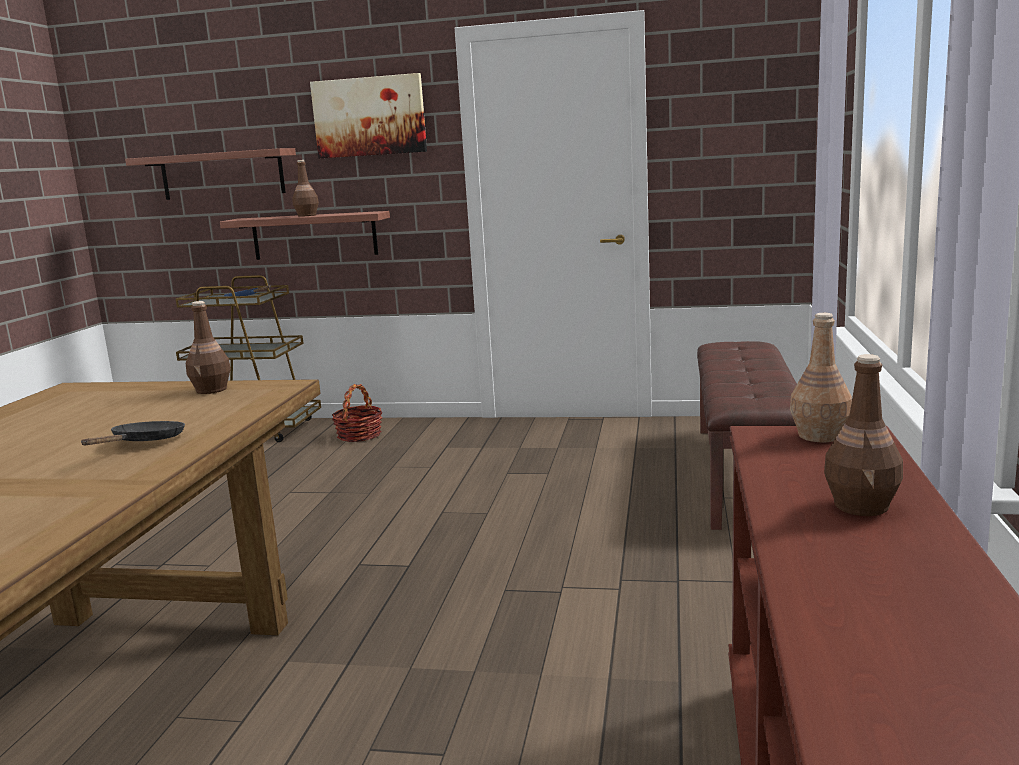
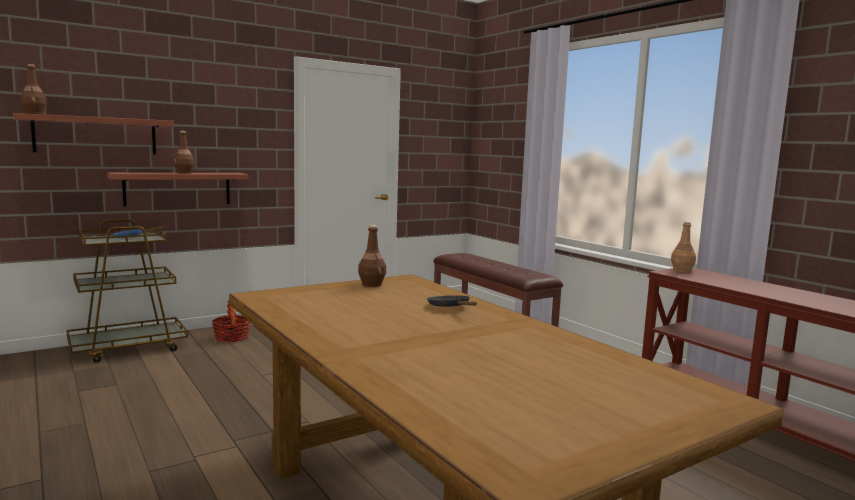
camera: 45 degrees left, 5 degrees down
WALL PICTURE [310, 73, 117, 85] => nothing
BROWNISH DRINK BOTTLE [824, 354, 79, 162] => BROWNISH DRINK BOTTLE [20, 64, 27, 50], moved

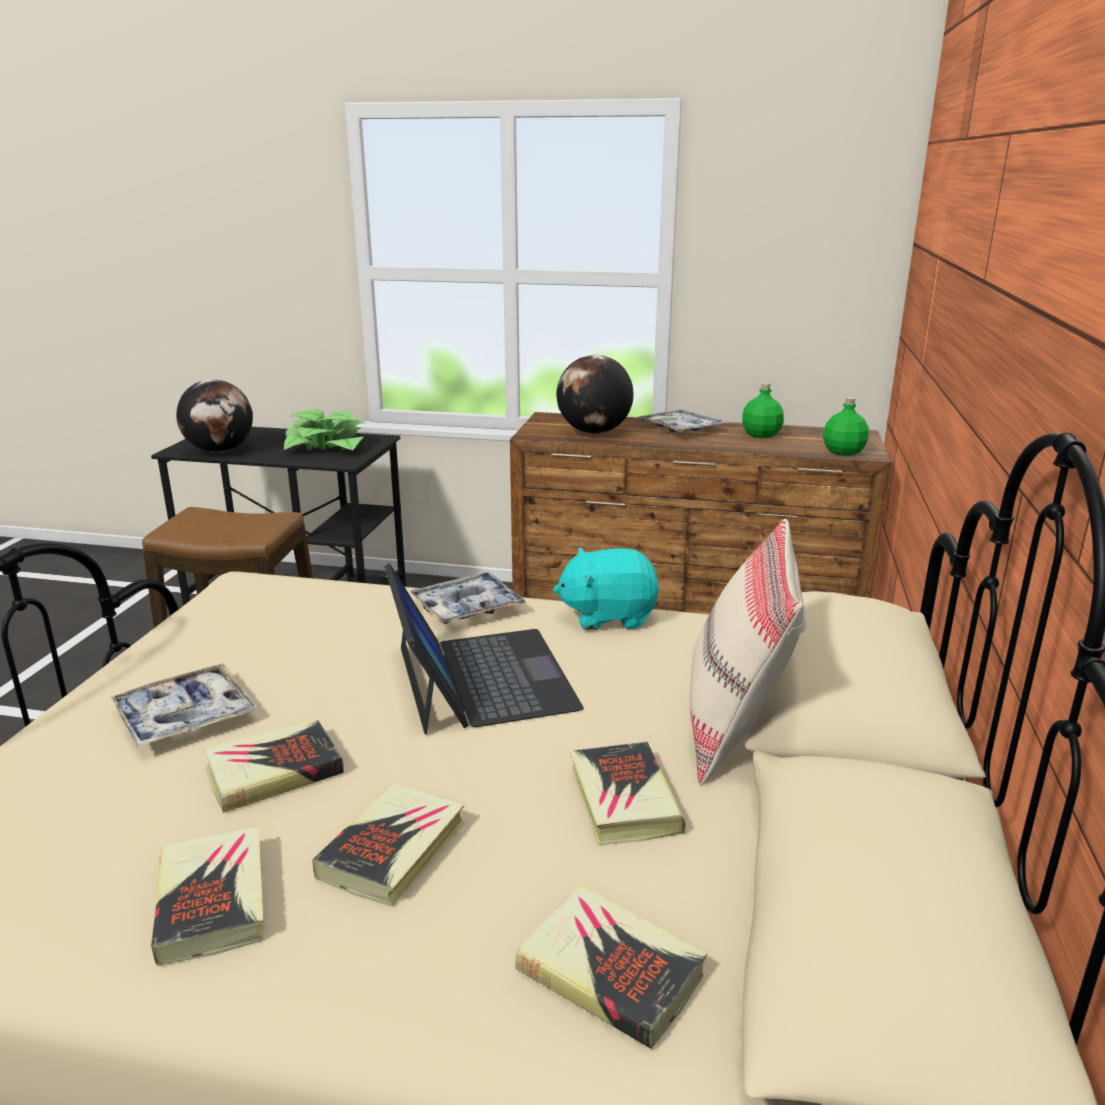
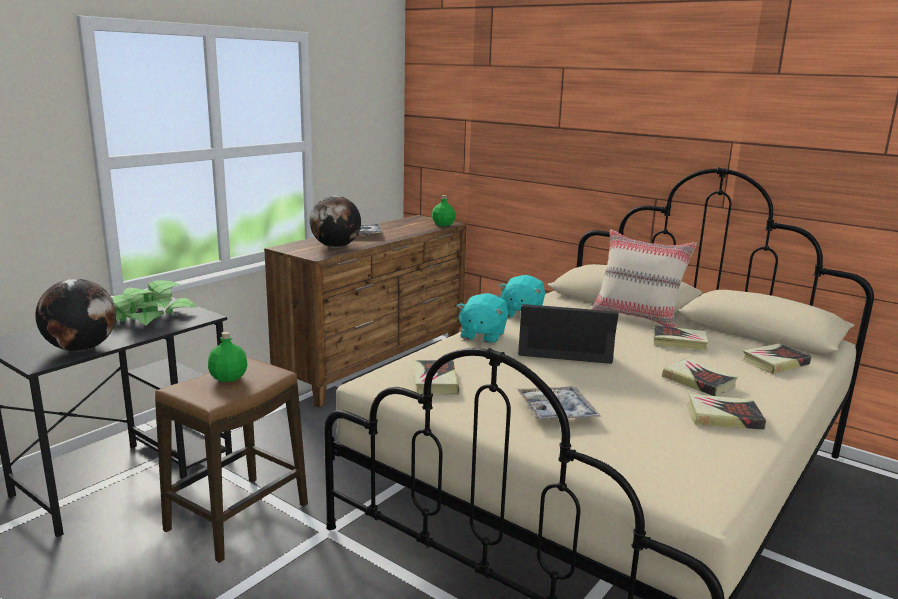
camera: 65 degrees left, 5 degrees down
BOOK [203, 718, 141, 95] => BOOK [414, 360, 46, 35], moved
CARRYING TRAY [409, 572, 117, 52] => TURQUOISE SOFT TOY [457, 293, 51, 50]
GREENISH DRINK BOTTLE [742, 383, 42, 55] => GREENISH DRINK BOTTLE [208, 332, 39, 50], moved

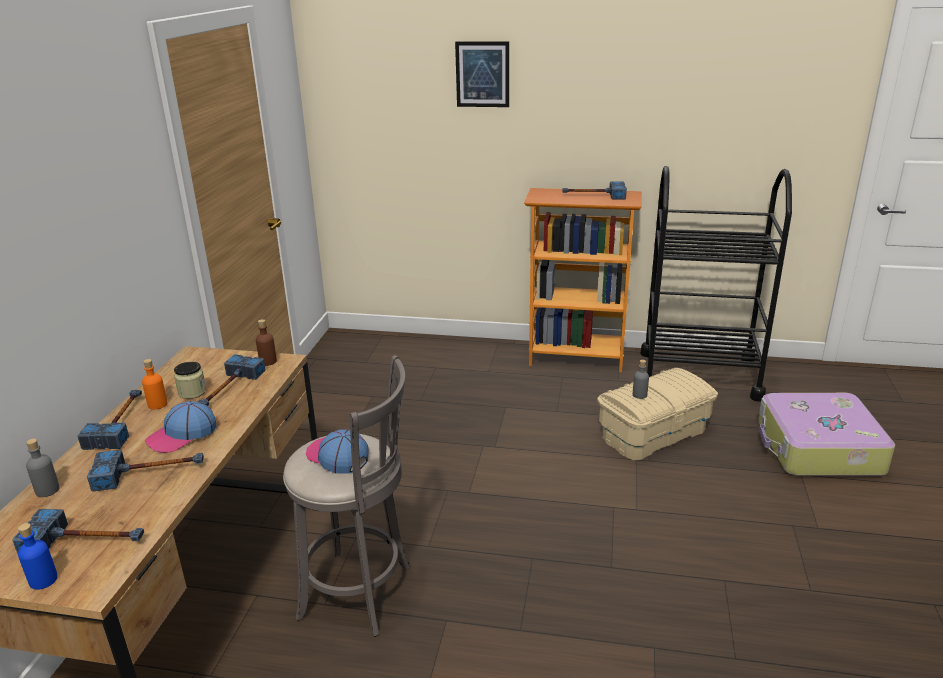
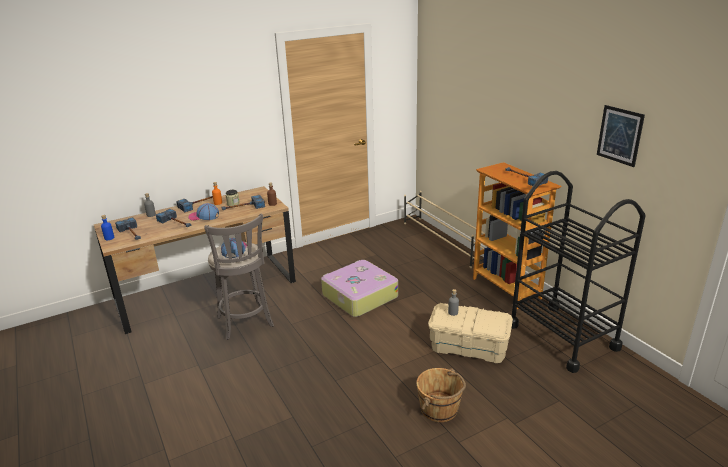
camera: 50 degrees right, 0 degrees up
WALL PICTURE [455, 41, 54, 66] => WALL PICTURE [597, 105, 48, 62], moved
TRAVEL CASE [758, 393, 137, 83] => TRAVEL CASE [321, 260, 77, 57], moved
nothing => SAND-COLOURED SHOE STAND [404, 191, 81, 77]
nothing => BROWNISH PAIL [417, 368, 49, 54]

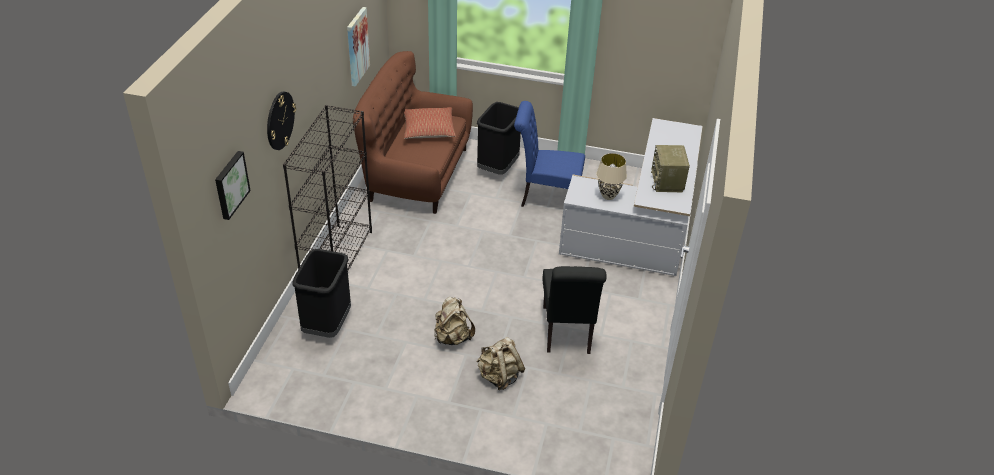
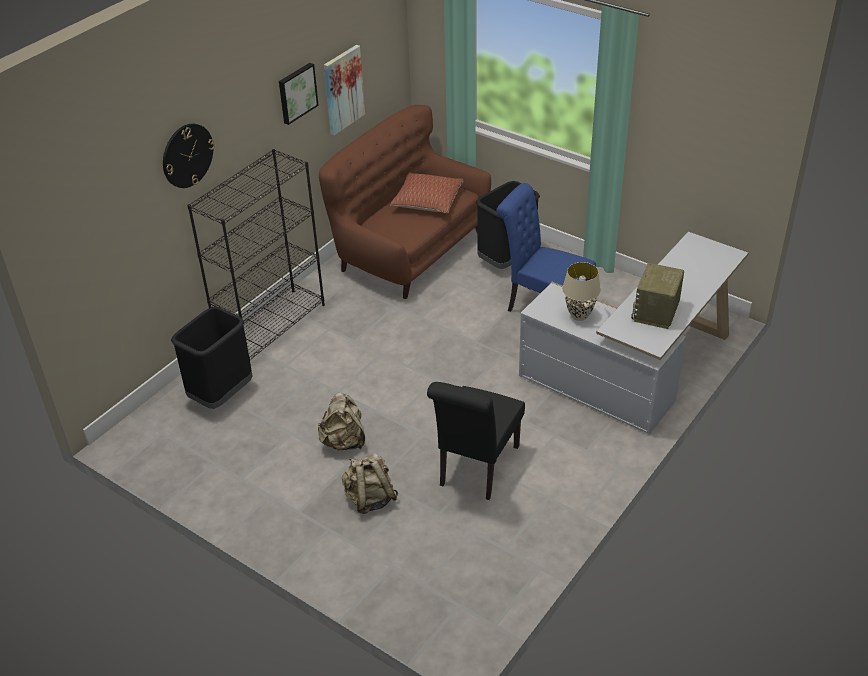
camera: 25 degrees right, 0 degrees up
WALL PICTURE [215, 151, 36, 69] => WALL PICTURE [279, 63, 40, 62], moved

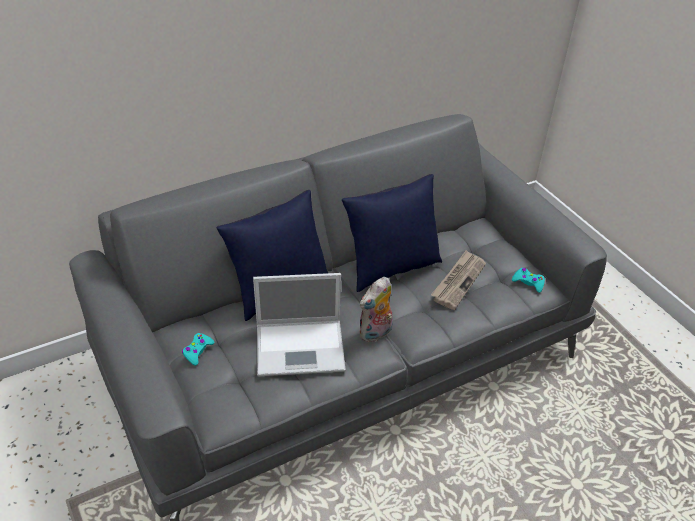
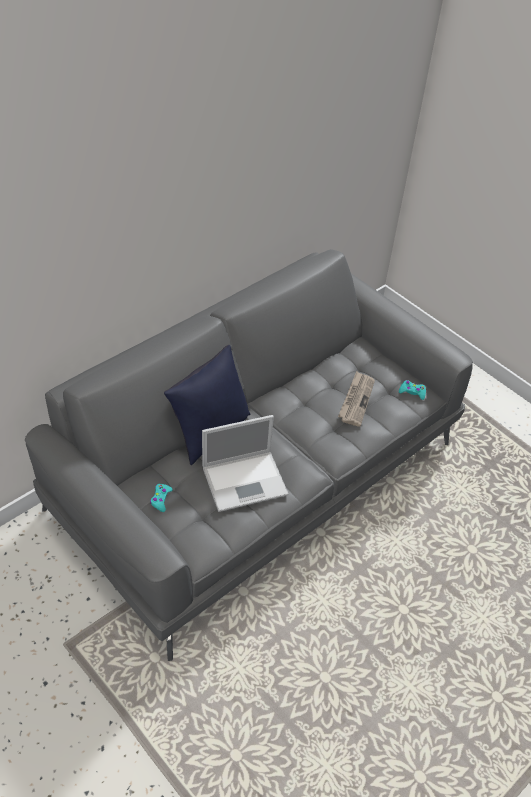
camera: 15 degrees left, 5 degrees up
BLUE THROW PILLOW [342, 174, 100, 118] => nothing
SOFT TOY [359, 277, 34, 65] => nothing

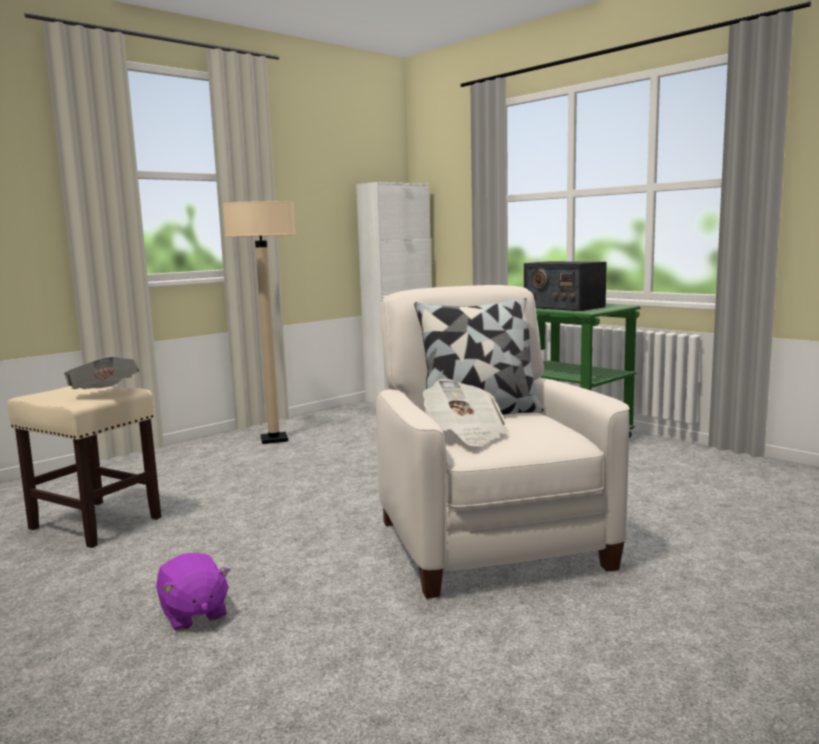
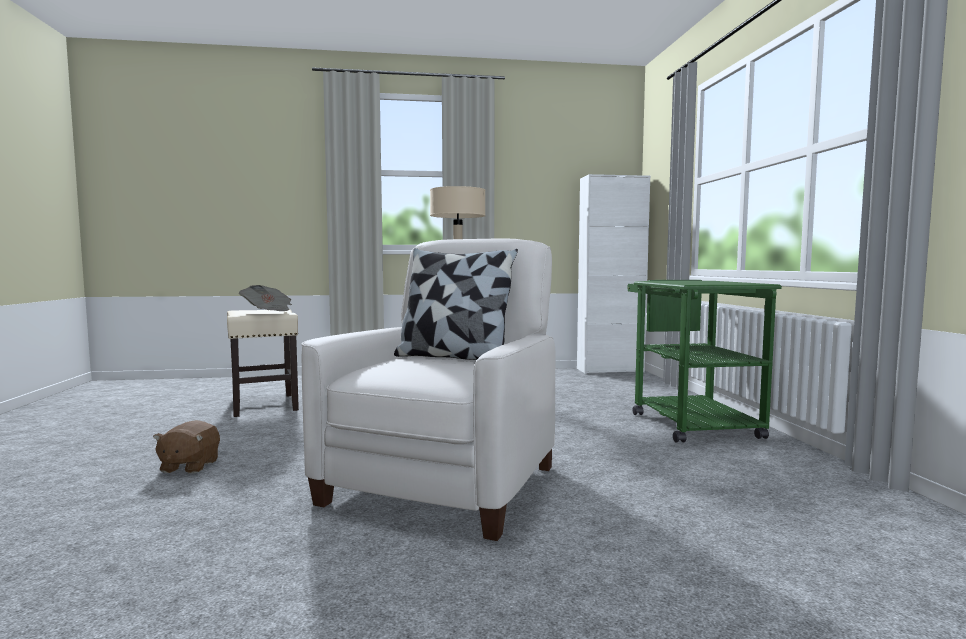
camera: 35 degrees right, 5 degrees down
PURPLISH SOFT TOY [156, 553, 74, 78] => BROWNISH SOFT TOY [153, 420, 67, 54]
PRINTED PAPER [422, 379, 86, 68] => nothing
RADIO RECEIVER [524, 261, 83, 50] => nothing

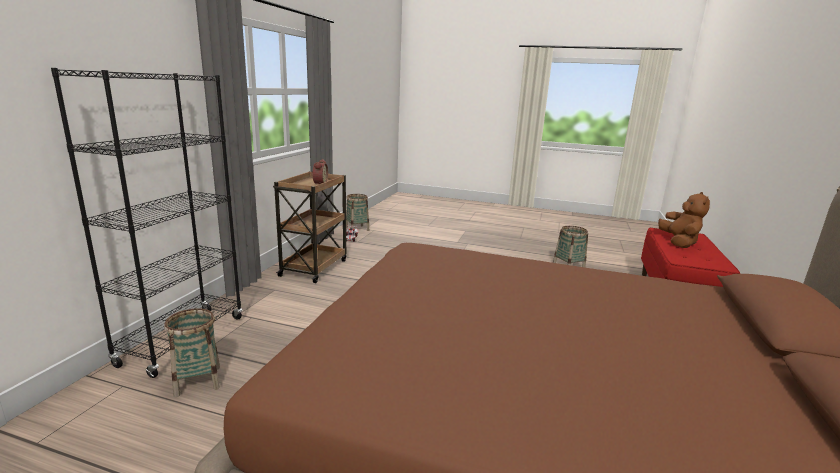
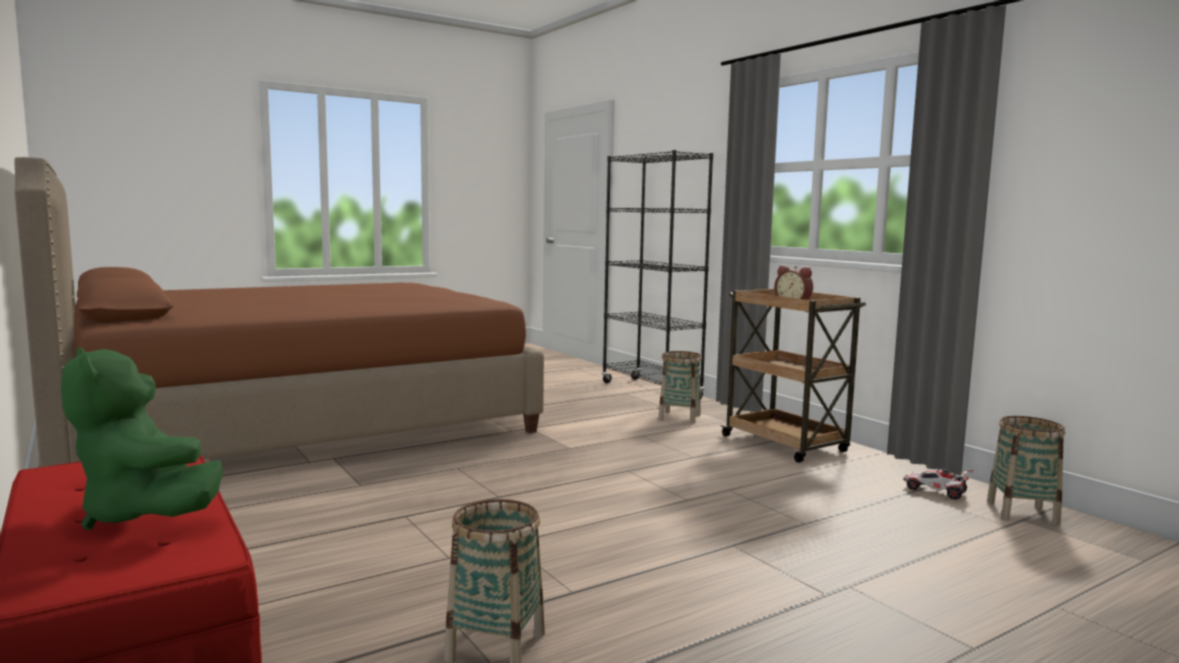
camera: 130 degrees right, 10 degrees down
BASKET [164, 308, 56, 89] => BASKET [658, 351, 44, 73], moved
BROWNISH SOFT TOY [658, 192, 52, 56] => GREENISH SOFT TOY [61, 347, 162, 183]

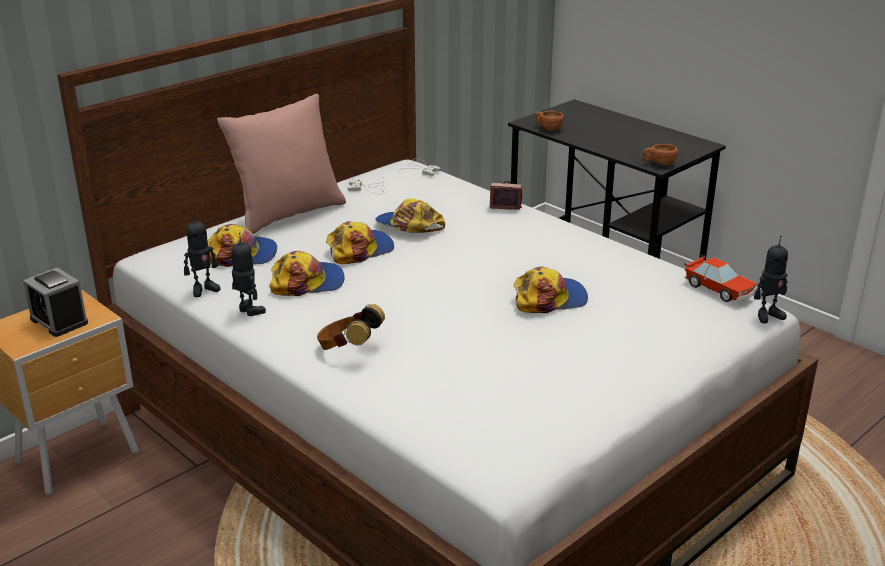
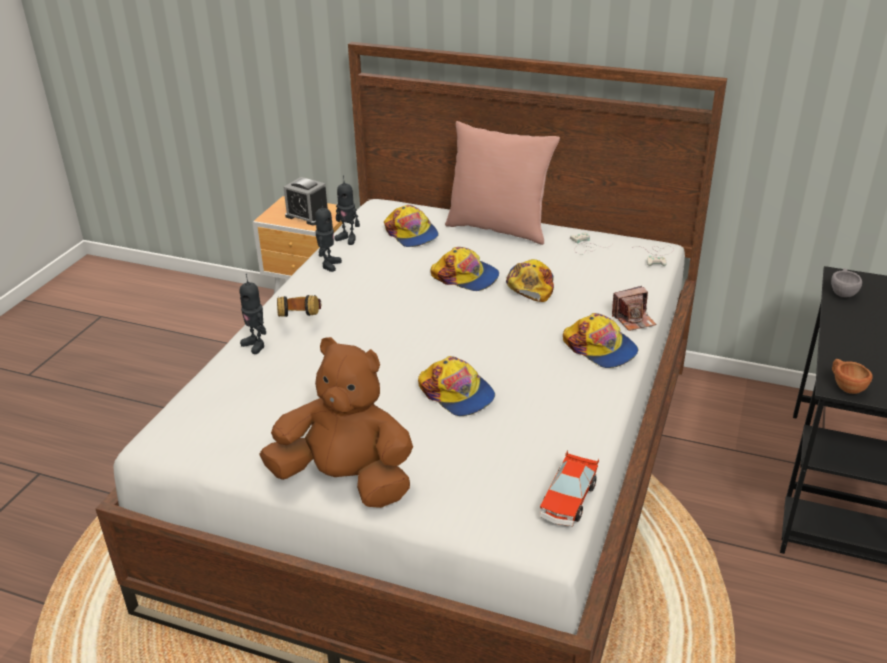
camera: 65 degrees right, 5 degrees up
TABLE CLOCK [23, 267, 65, 70] => TABLE CLOCK [284, 177, 44, 49], 75 degrees counterclockwise
BASEBALL CAP [270, 251, 75, 45] => BASEBALL CAP [563, 313, 75, 55], moved
STILL CAMERA [490, 181, 32, 29] => STILL CAMERA [612, 286, 45, 45], 90 degrees clockwise
BROWNISH CUP [536, 111, 28, 20] => GRAY CUP [831, 268, 31, 29]
MODEL ROBOT [754, 236, 34, 87] => MODEL ROBOT [239, 274, 27, 80], moved
nothing => BROWNISH SOFT TOY [259, 337, 154, 171]

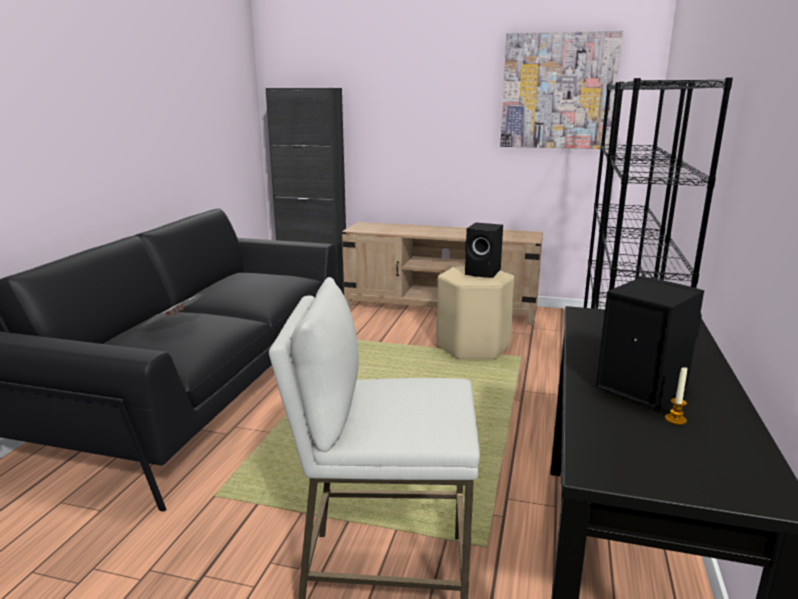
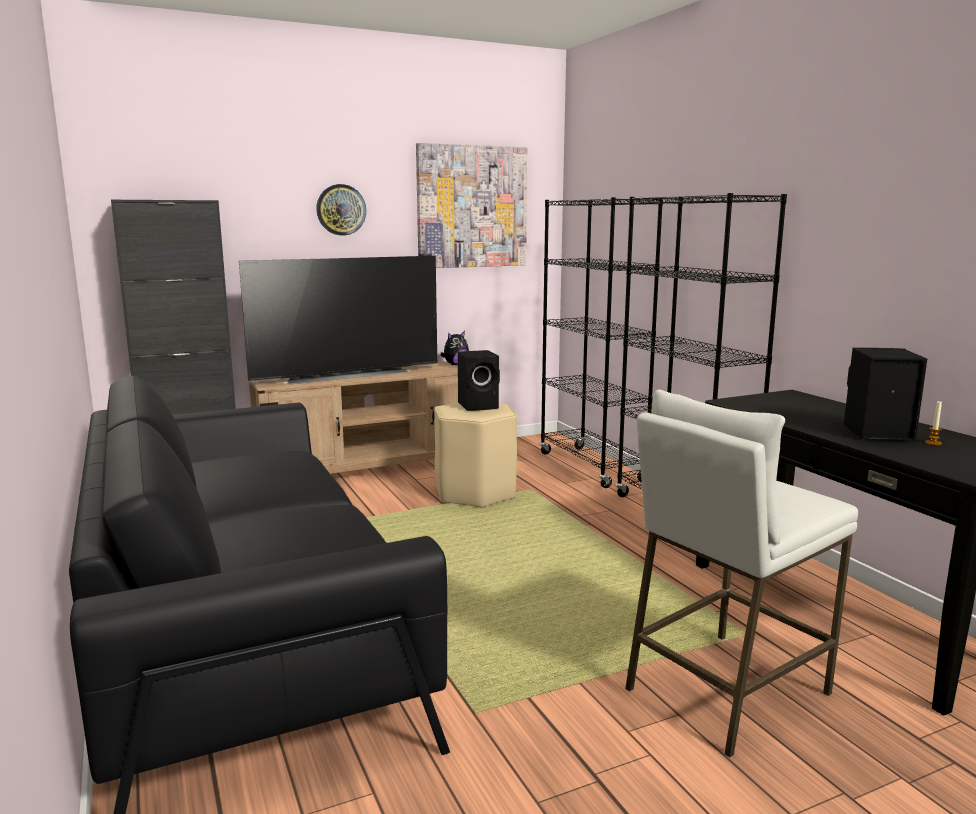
camera: 40 degrees left, 5 degrees down
PRINTED PAPER [138, 294, 65, 34] => nothing
nothing => TV [239, 256, 198, 129]
nothing => HANGING CLOCK [316, 184, 50, 51]
nothing => SOFT TOY [441, 331, 28, 34]

